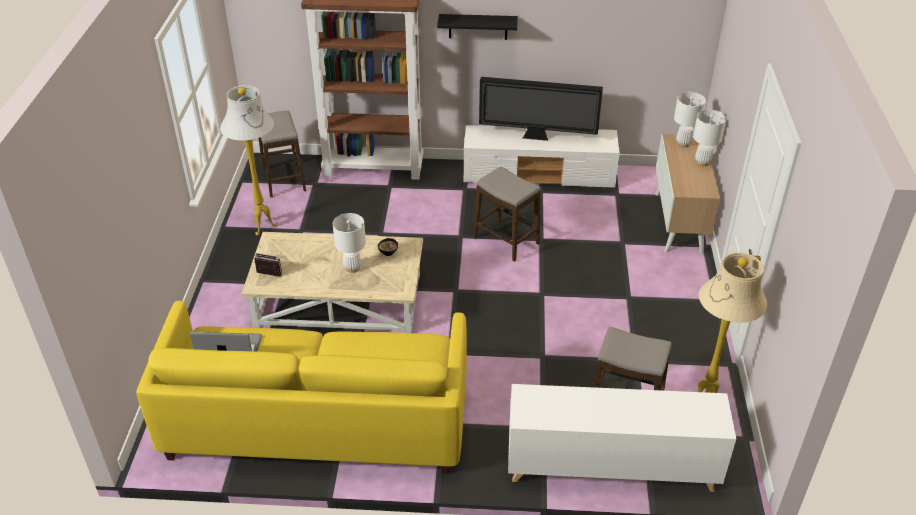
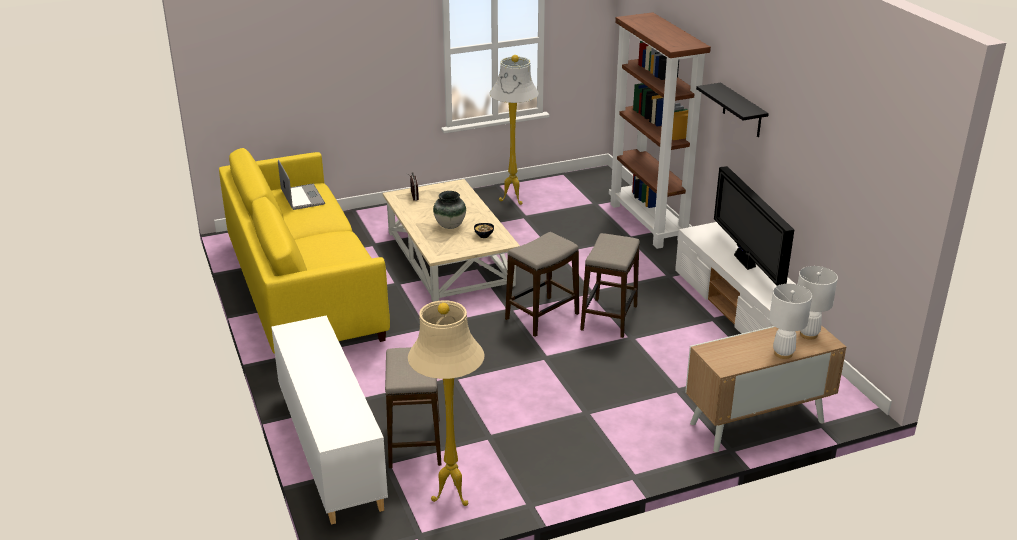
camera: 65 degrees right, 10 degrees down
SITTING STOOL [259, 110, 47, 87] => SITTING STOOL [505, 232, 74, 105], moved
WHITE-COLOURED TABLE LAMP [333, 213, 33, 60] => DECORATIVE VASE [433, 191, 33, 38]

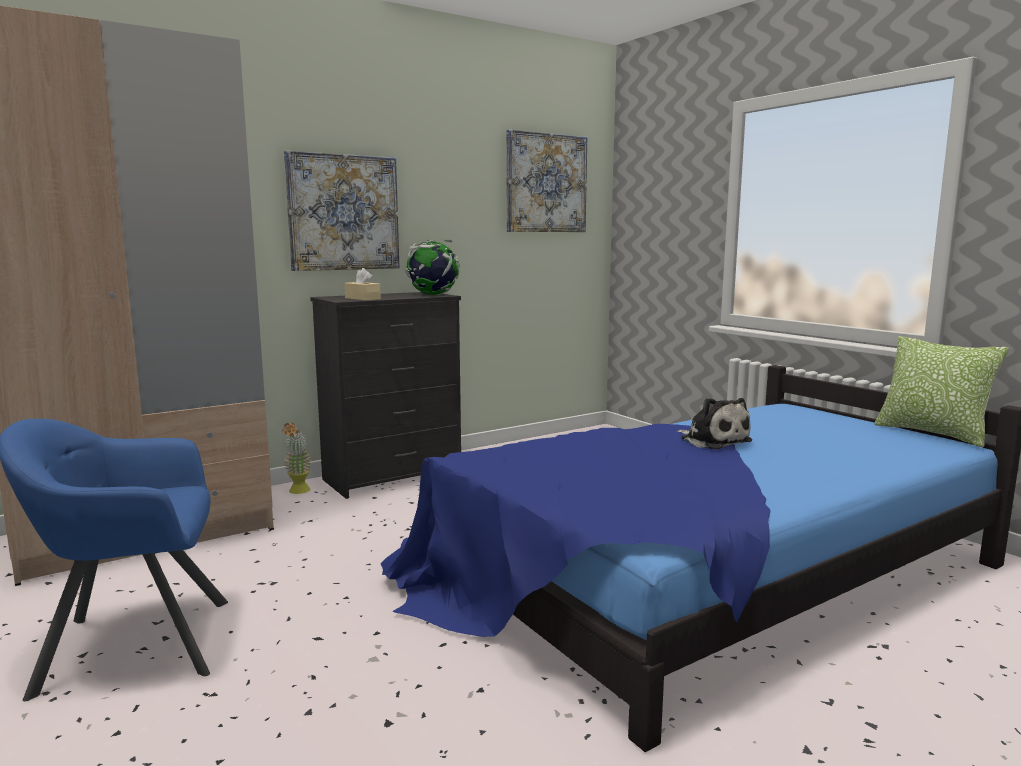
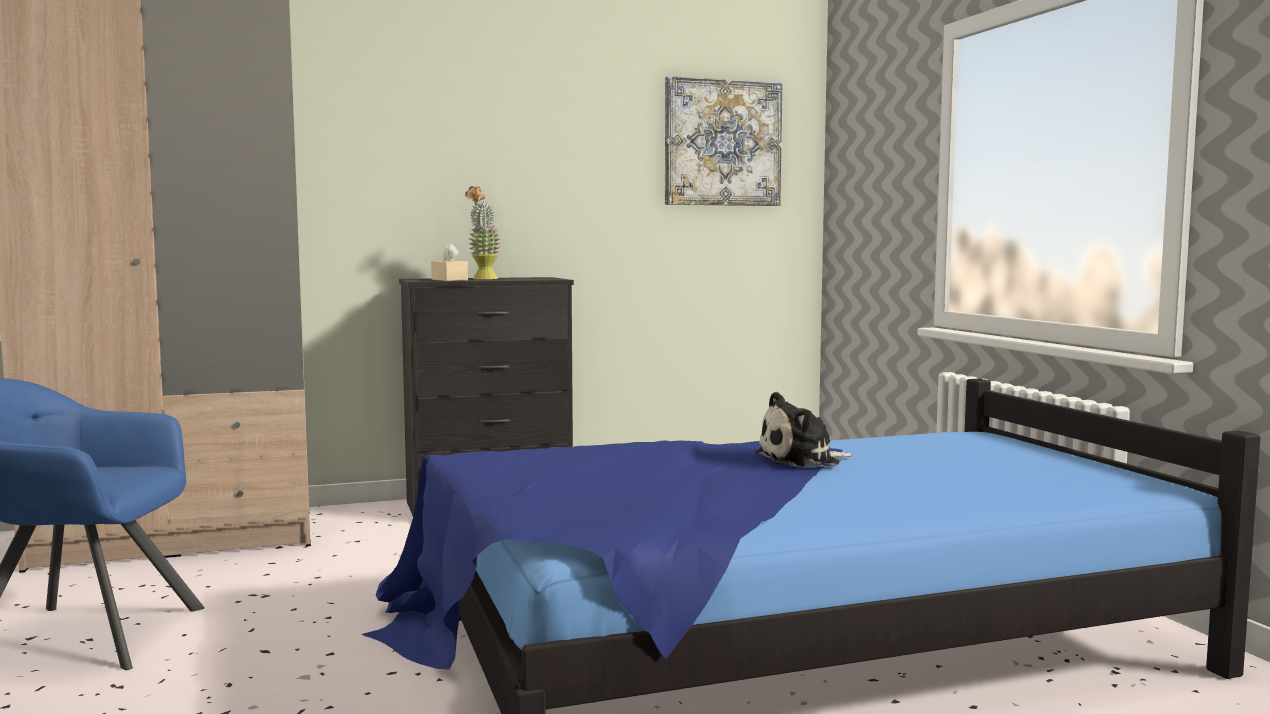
camera: 15 degrees right, 5 degrees down
POTTED PLANT [282, 422, 30, 72] => POTTED PLANT [465, 186, 35, 93], moved
WALL PICTURE [284, 150, 115, 121] => nothing
DESK GLOBE [405, 239, 55, 56] => nothing
SOFT TOY [677, 398, 75, 52] => SOFT TOY [755, 392, 98, 76], 90 degrees clockwise
THROW PILLOW [874, 336, 135, 111] => nothing

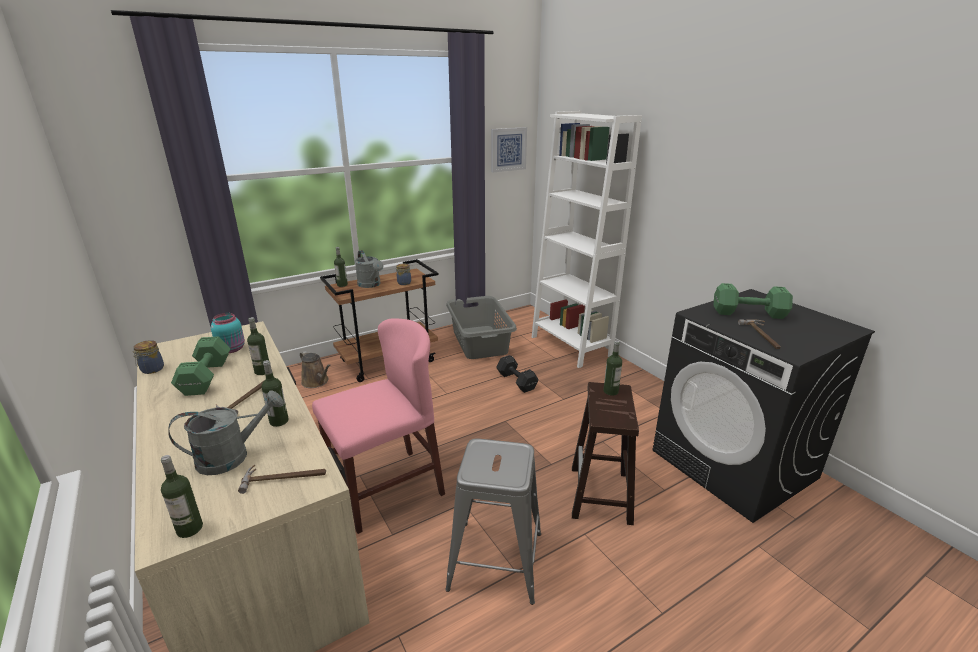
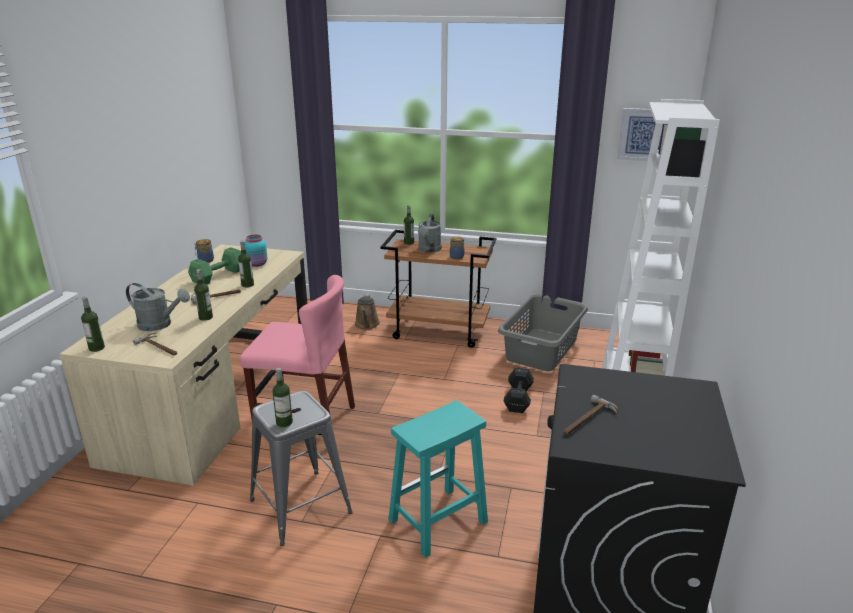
camera: 45 degrees right, 0 degrees up
BROWNISH SITTING STOOL [572, 382, 67, 143] => TURQUOISE SITTING STOOL [388, 400, 100, 158]
DRINK BOTTLE [603, 341, 19, 55] => DRINK BOTTLE [272, 368, 21, 59], moved
GREENISH FREE WEIGHT [713, 283, 80, 36] => nothing

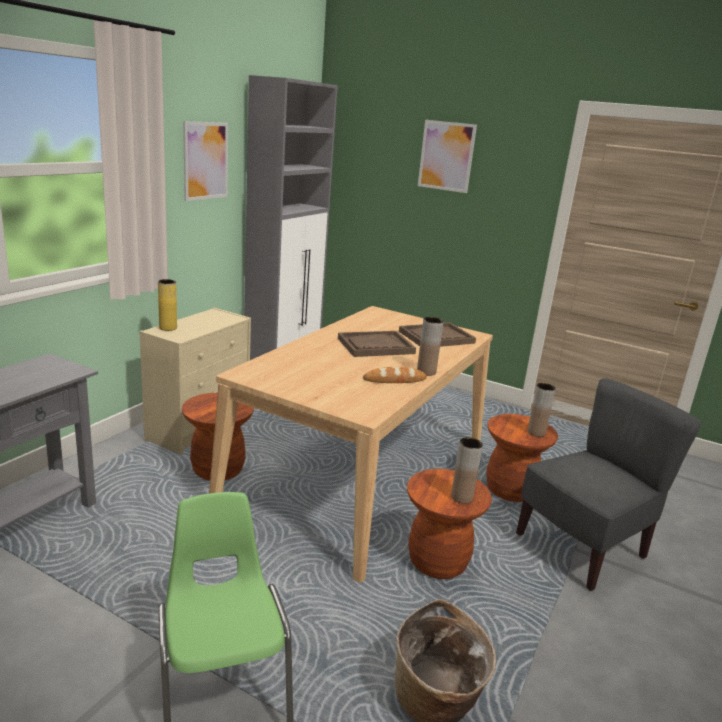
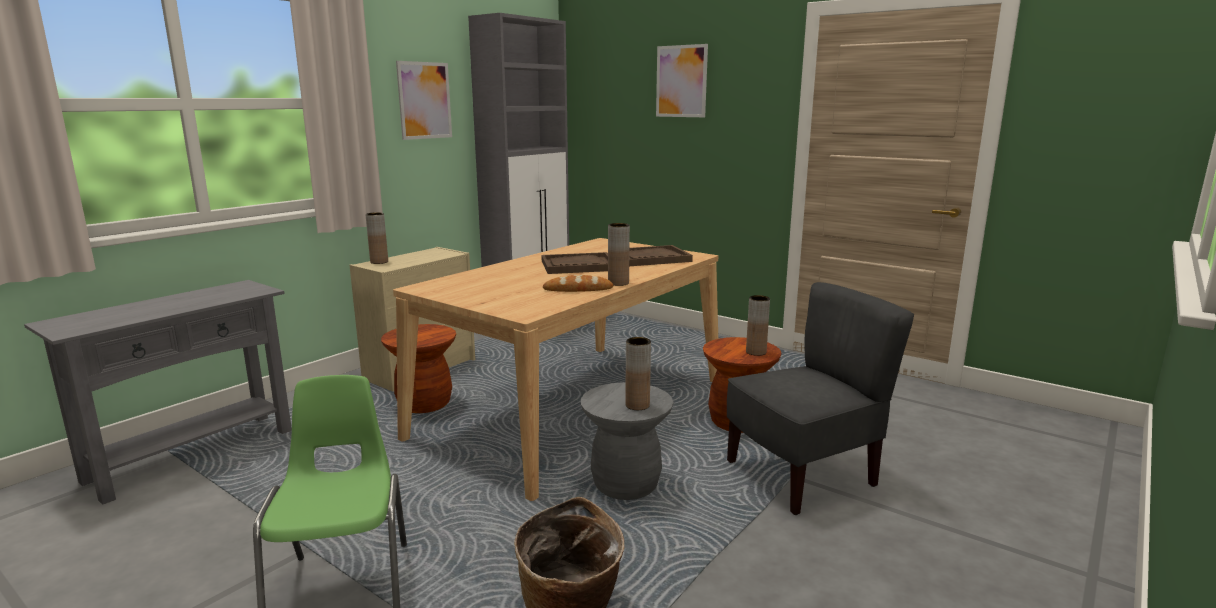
camera: 10 degrees right, 5 degrees down
YELLOW DECORATIVE VASE [158, 279, 19, 52] => BROWNISH DECORATIVE VASE [366, 212, 22, 52]
BROWNISH SITTING STOOL [407, 469, 85, 110] => GRAY SITTING STOOL [581, 382, 92, 118]

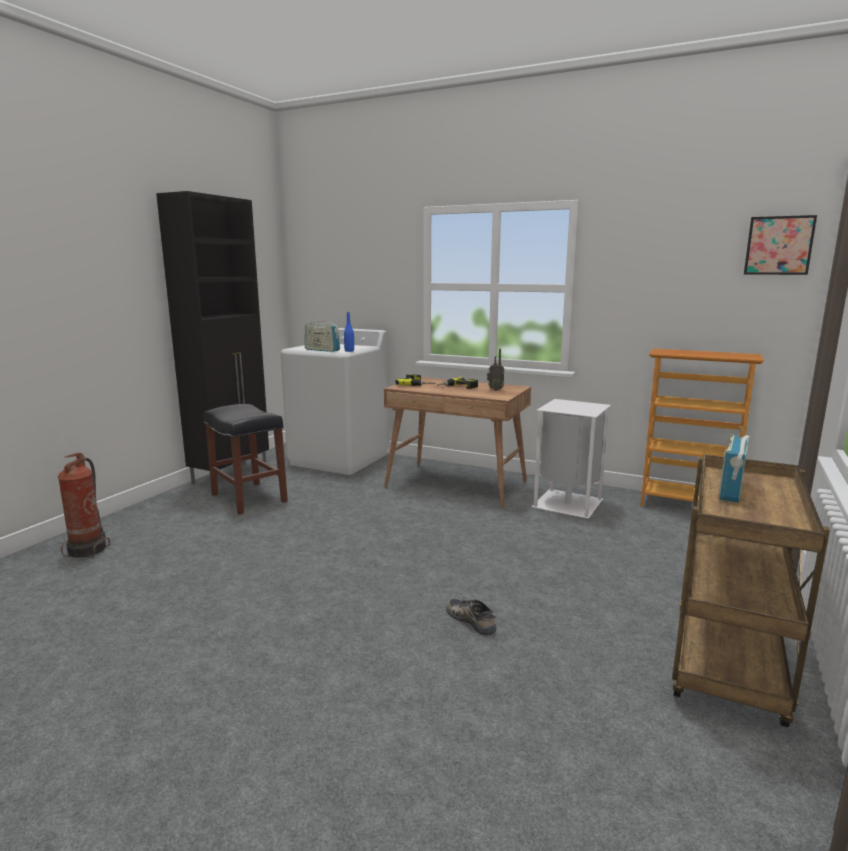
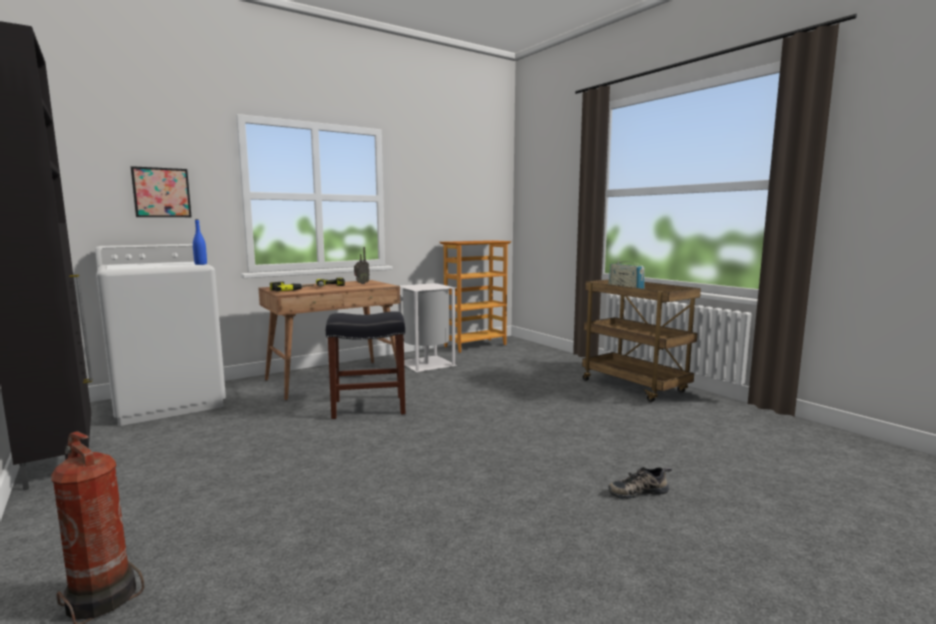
camera: 60 degrees left, 5 degrees down
BLACK SITTING STOOL [204, 404, 84, 111] => BLACK SITTING STOOL [326, 311, 79, 108], moved
RADIO RECEIVER [305, 318, 35, 34] => nothing
LOW SHOE [446, 597, 51, 39] => LOW SHOE [608, 467, 64, 32], moved
WALL PICTURE [744, 215, 73, 60] => WALL PICTURE [131, 166, 61, 51], moved

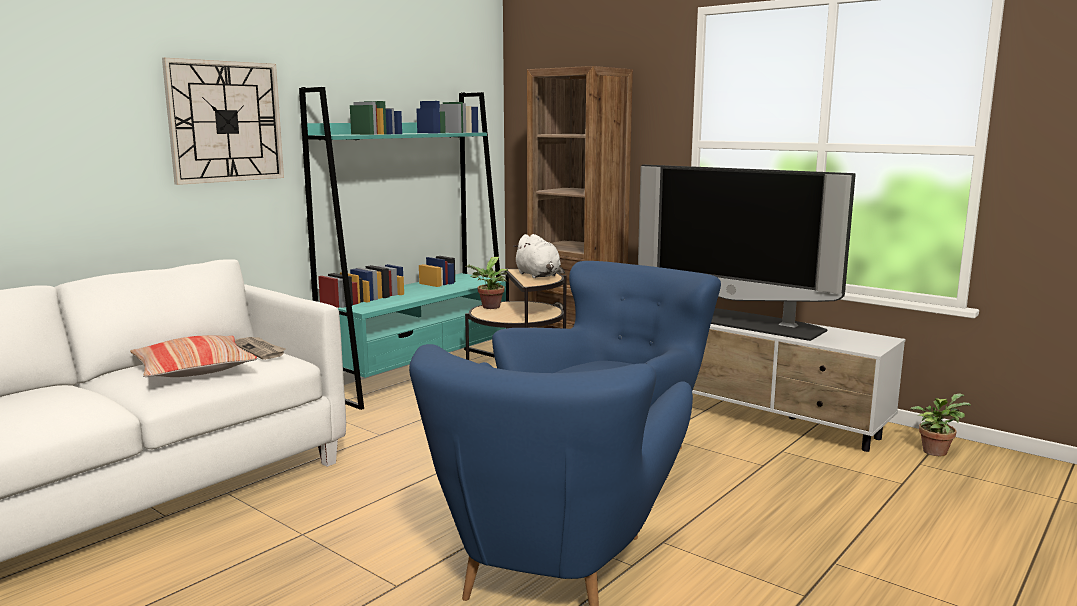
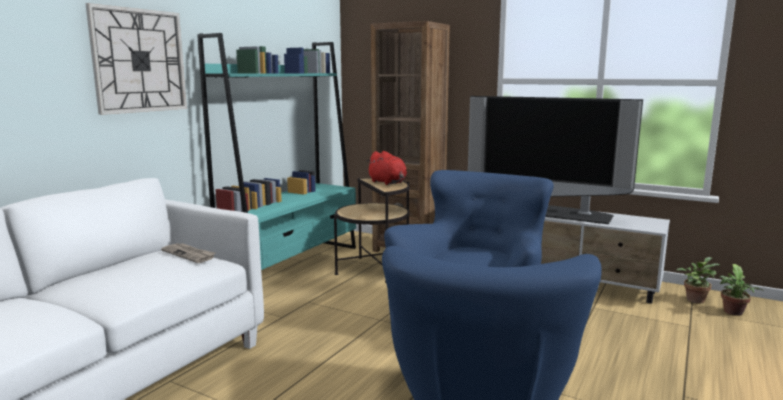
camera: 10 degrees left, 0 degrees up
THROW PILLOW [130, 335, 127, 42] => nothing
POTTED PLANT [465, 257, 43, 52] => POTTED PLANT [719, 264, 45, 52], moved
WHITE-COLOURED SOFT TOY [513, 234, 48, 44] => RED SOFT TOY [366, 151, 41, 34]

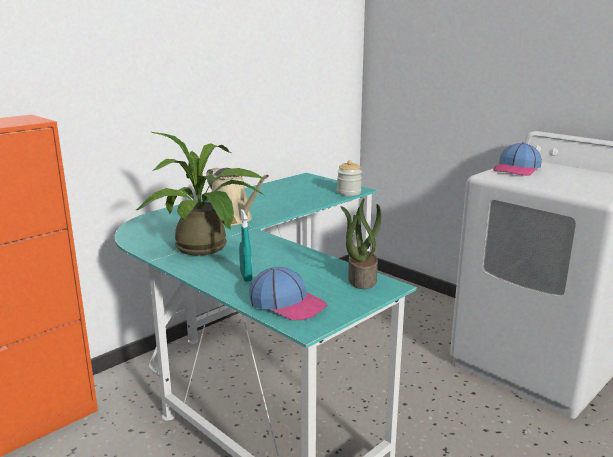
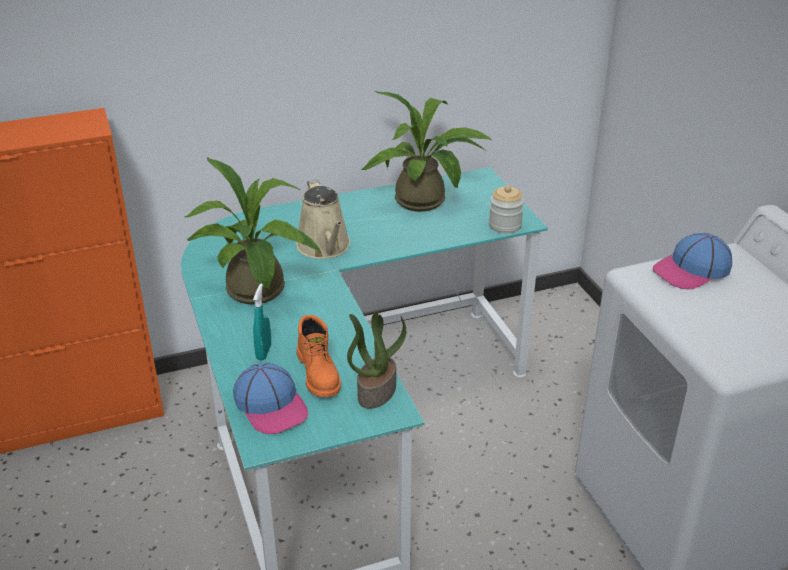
camera: 25 degrees right, 15 degrees up
nothing => ORANGEY TALL BOOT [297, 315, 44, 82]
nothing => POTTED PLANT [360, 91, 131, 121]

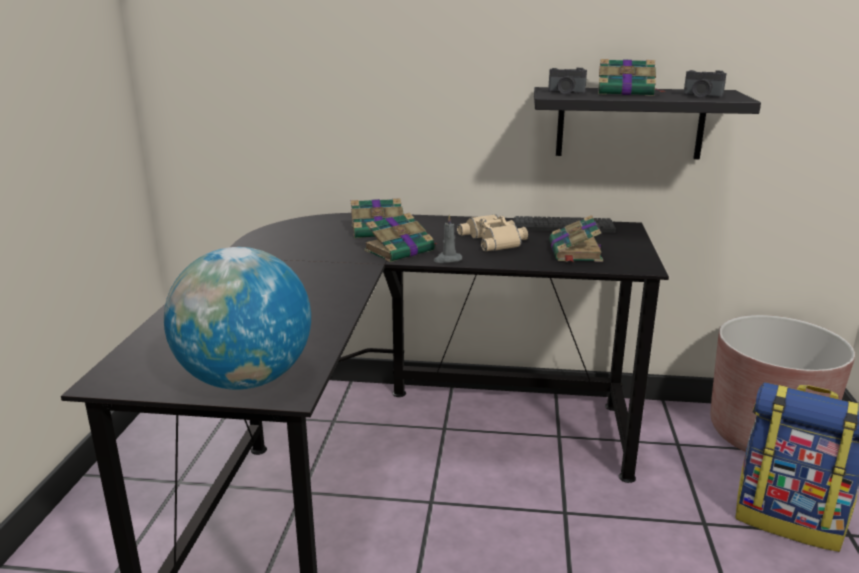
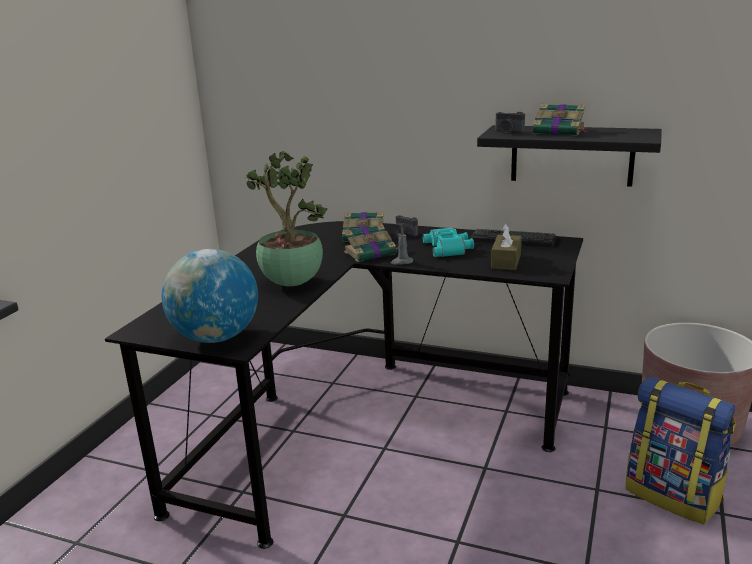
camera: 15 degrees right, 0 degrees up
SAND-COLOURED BINOCULARS [457, 214, 71, 37] => TURQUOISE BINOCULARS [423, 227, 51, 30]
BOOK [549, 215, 54, 47] => BROWNISH TISSUE HOLDER [491, 224, 31, 46]
STILL CAMERA [683, 70, 44, 28] => STILL CAMERA [394, 215, 24, 21], moved
nothing => POTTED PLANT [246, 151, 81, 135]

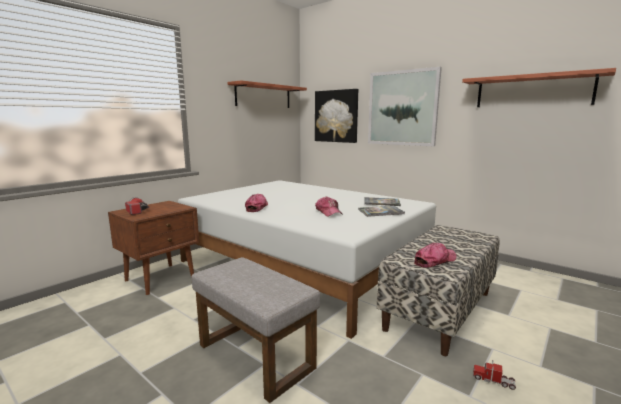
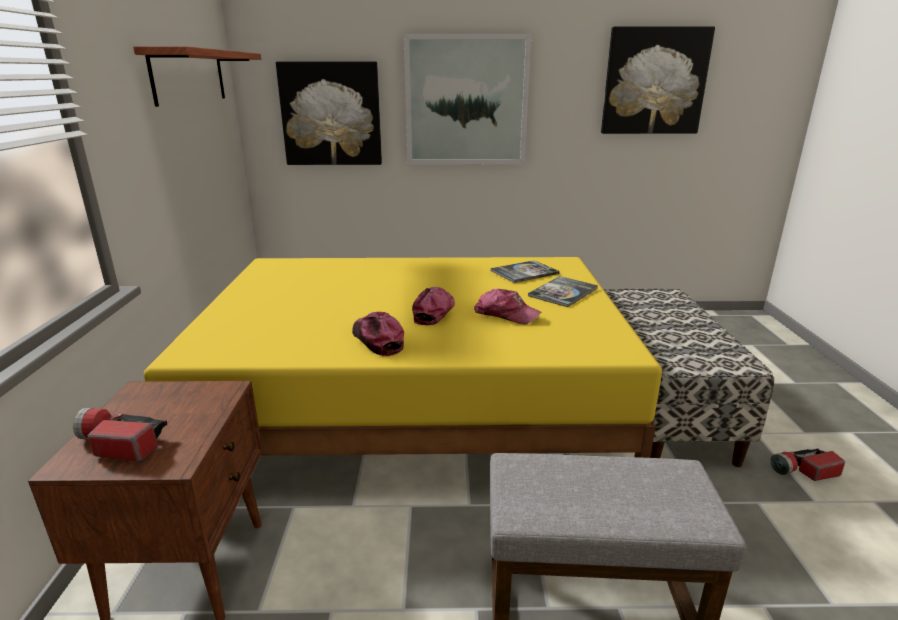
camera: 40 degrees left, 10 degrees up
WHITE-COLOURED BEDROOM BED [178, 180, 258, 159] => YELLOW BEDROOM BED [144, 257, 518, 201]
BASEBALL CAP [414, 243, 43, 25] => BASEBALL CAP [412, 287, 43, 38], moved
BRACKET SHELF [462, 68, 154, 39] => WALL PICTURE [601, 26, 114, 108]
TOY LORRY [473, 360, 43, 30] => TORCH [770, 449, 75, 32]

